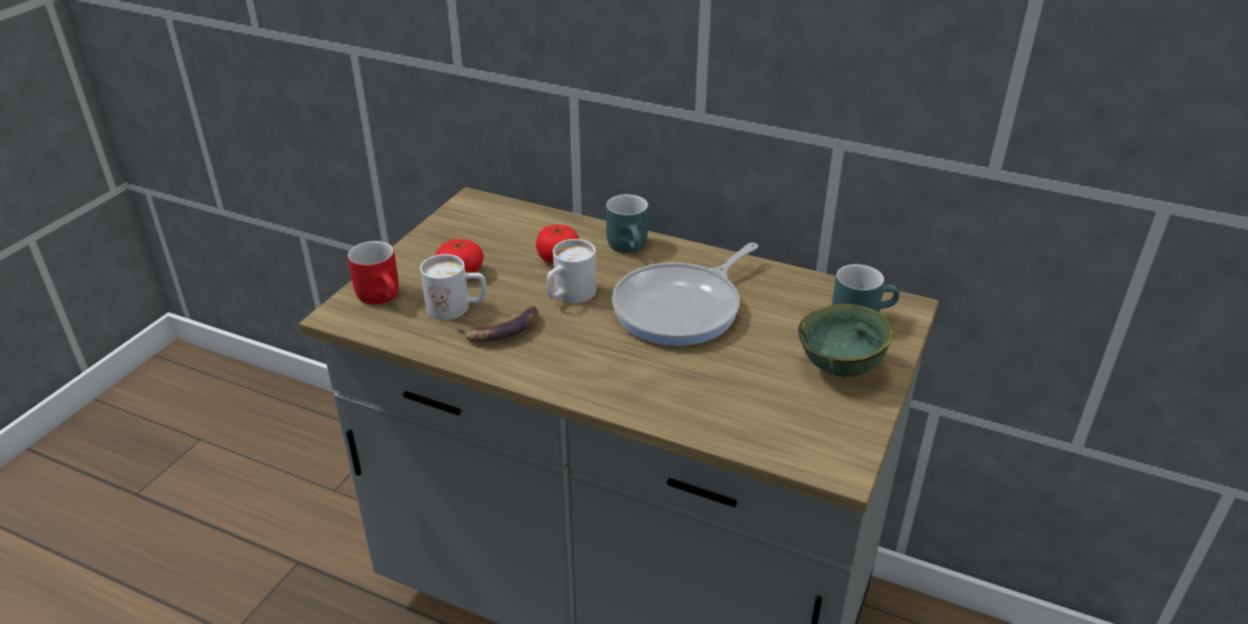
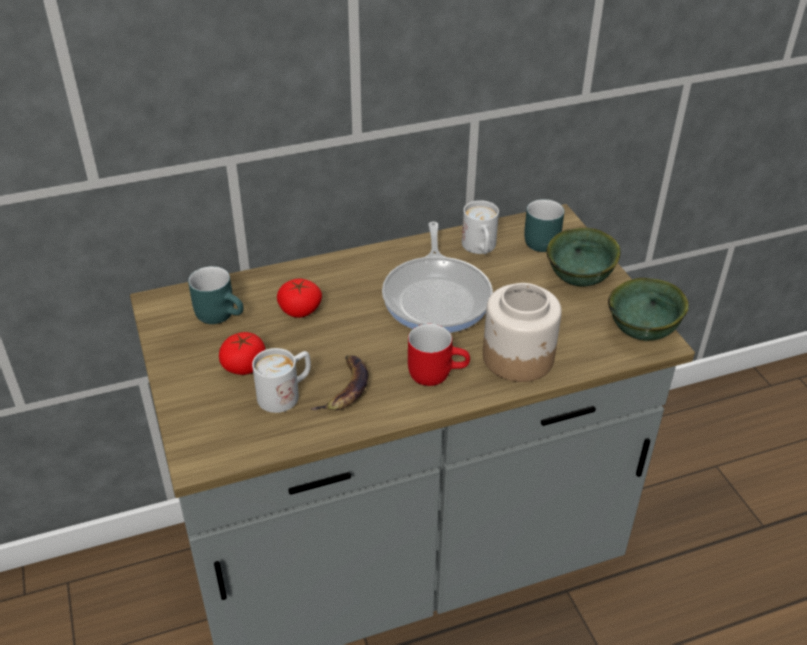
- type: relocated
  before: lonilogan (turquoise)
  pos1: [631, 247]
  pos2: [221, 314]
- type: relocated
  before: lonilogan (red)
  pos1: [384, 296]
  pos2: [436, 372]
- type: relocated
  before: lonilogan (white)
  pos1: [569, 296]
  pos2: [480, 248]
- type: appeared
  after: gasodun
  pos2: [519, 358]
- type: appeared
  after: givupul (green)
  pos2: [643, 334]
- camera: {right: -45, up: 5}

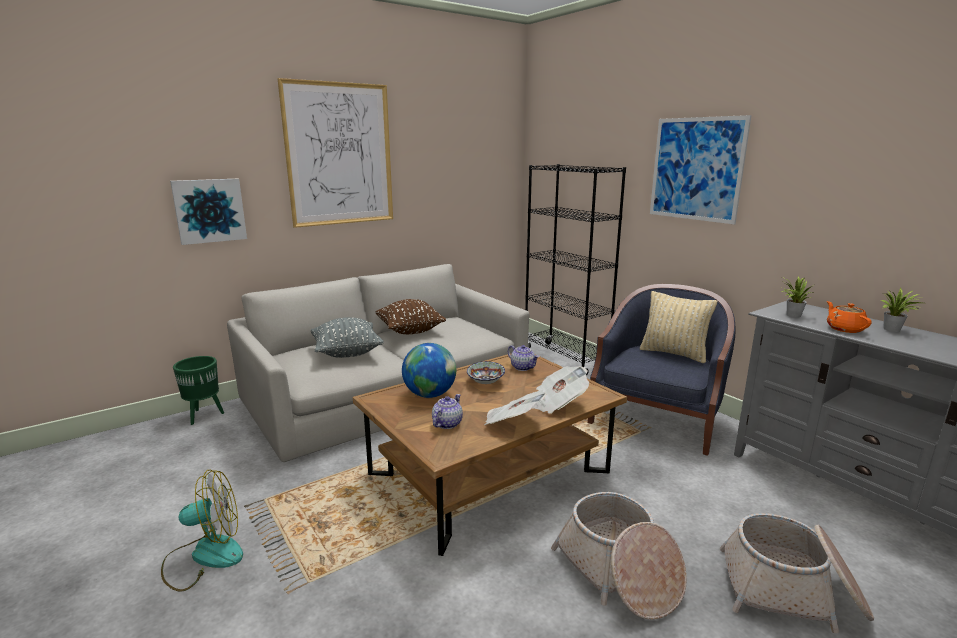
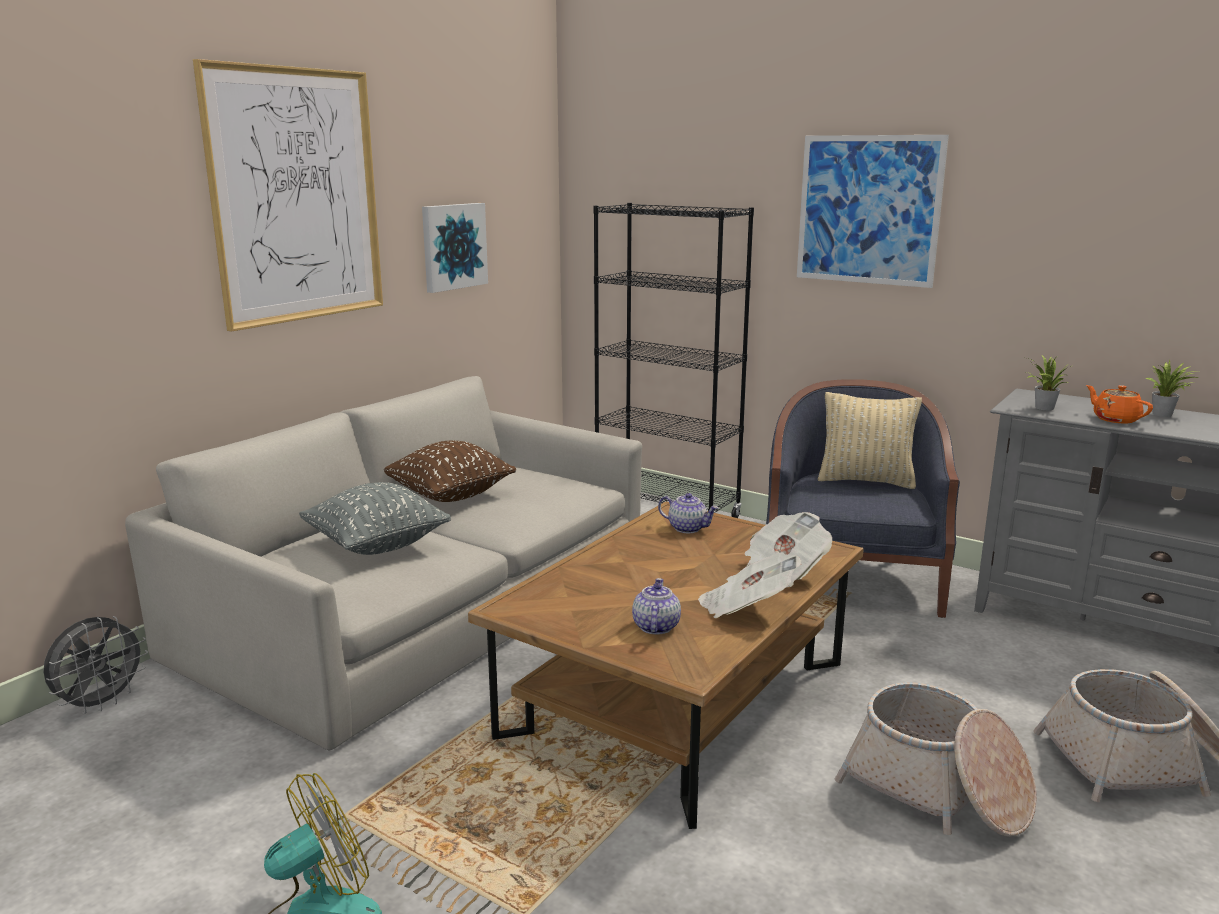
- type: exchanged
  before: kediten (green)
  after: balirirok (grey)
  pos1: [204, 415]
  pos2: [101, 703]
- type: relocated
  before: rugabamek
  pos1: [209, 210]
  pos2: [453, 246]
- type: missing
  before: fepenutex
  pos1: [430, 395]
- type: missing
  before: givupul
  pos1: [486, 382]
- camera: {right: -20, up: 0}

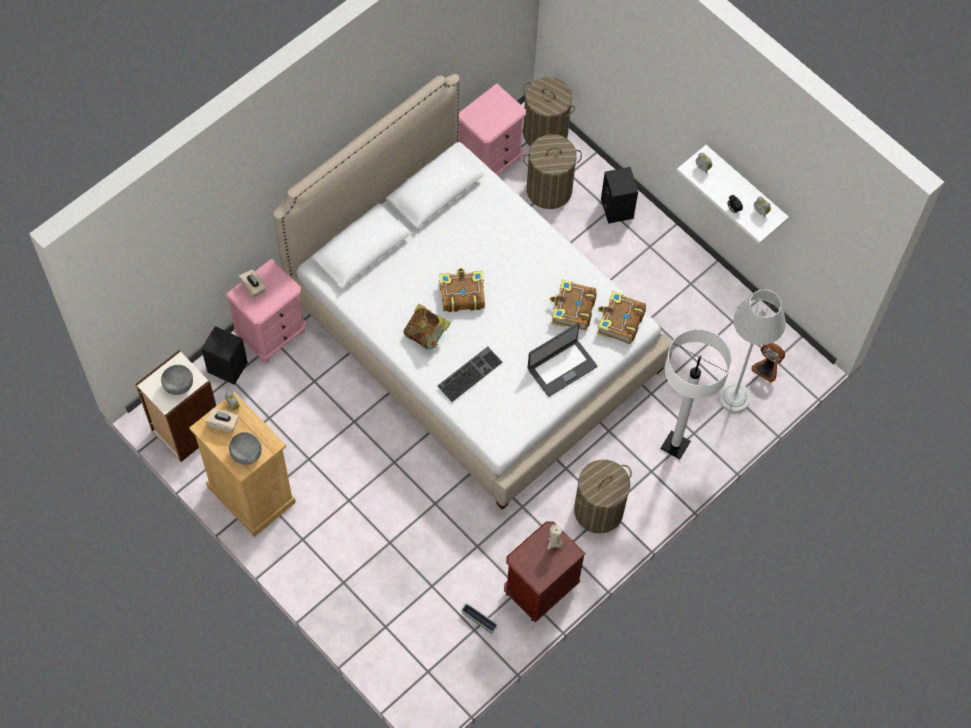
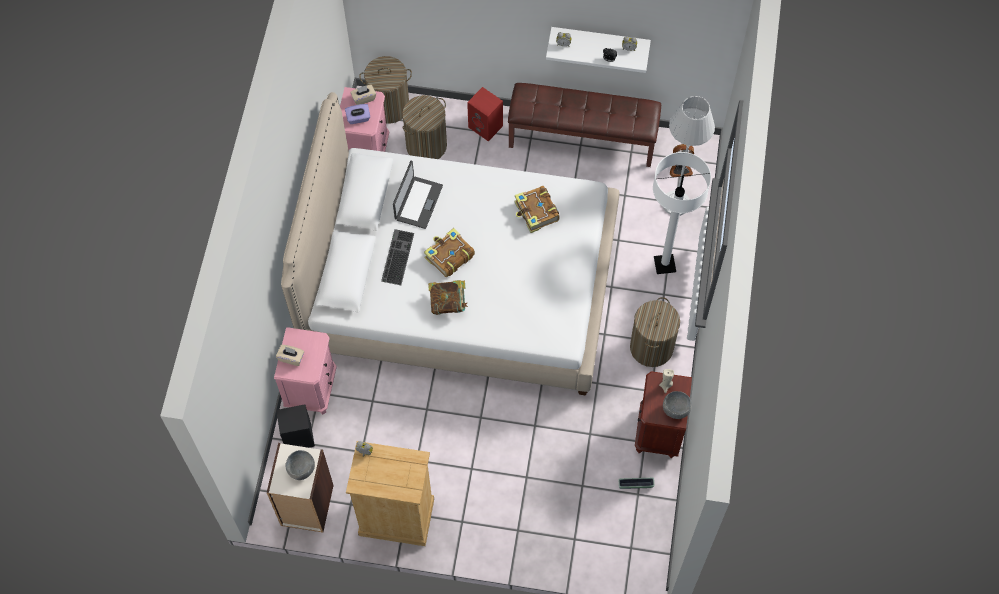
- type: appeared
  after: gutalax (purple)
  pos2: [358, 118]
- type: relocated
  before: gutalax (beige)
  pos1: [224, 423]
  pos2: [364, 98]
- type: relocated
  before: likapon
  pos1: [469, 373]
  pos2: [396, 256]
- type: relocated
  before: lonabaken
  pos1: [561, 367]
  pos2: [418, 202]
- type: colour
  before: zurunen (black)
  after: zurunen (red)
  pos1: [618, 209]
  pos2: [486, 126]
- type: appeared
  after: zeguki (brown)
  pos2: [582, 138]
- type: relocated
  before: givupul (grey)
  pos1: [246, 455]
  pos2: [676, 410]
- type: missing
  before: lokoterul
  pos1: [619, 322]
- camera: {right: -35, up: 0}

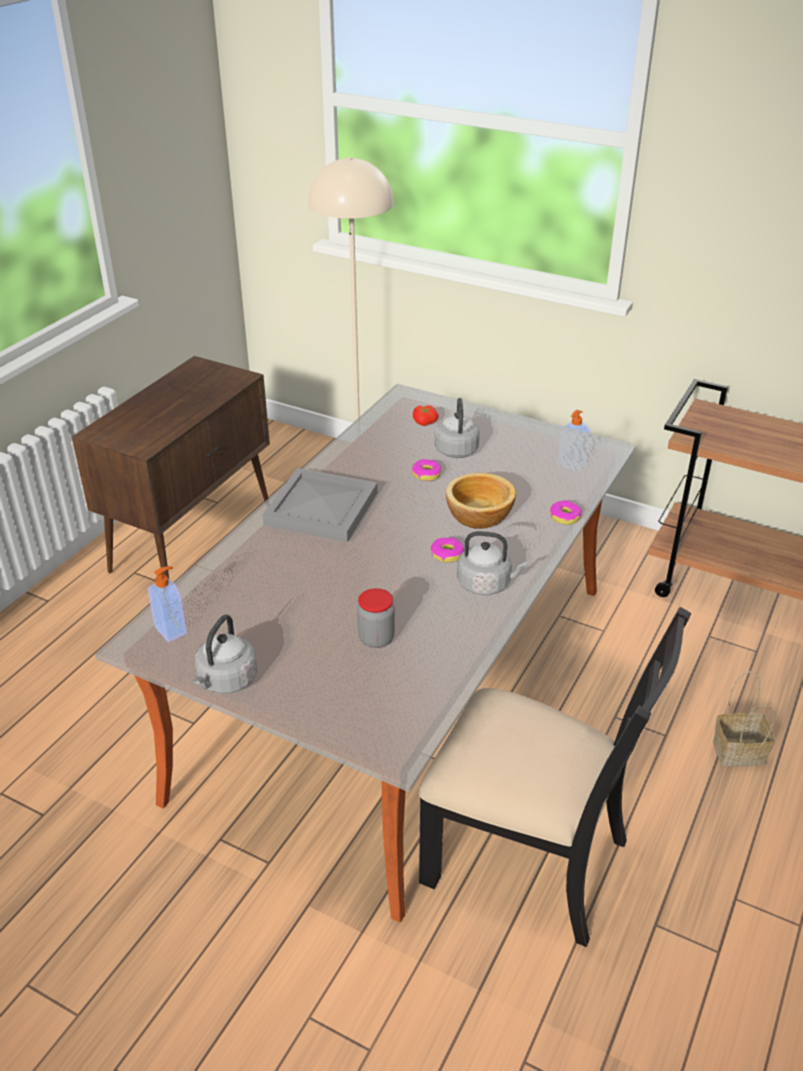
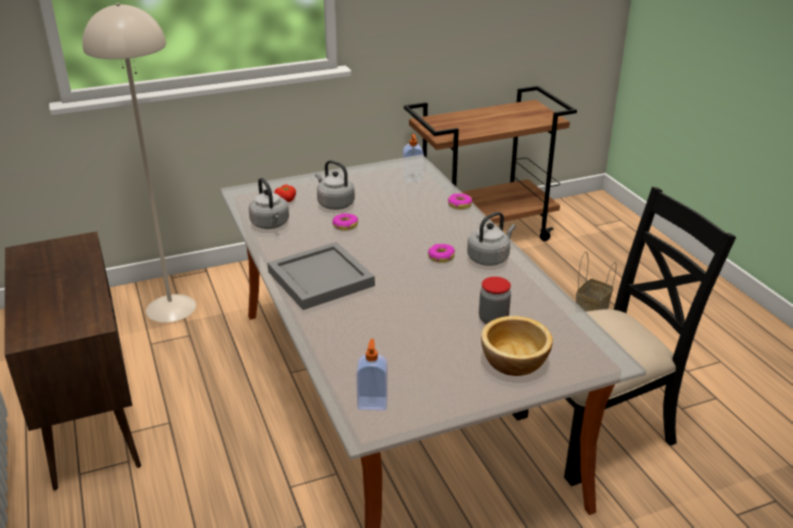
- type: relocated
  before: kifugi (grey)
  pos1: [226, 681]
  pos2: [270, 224]
- type: relocated
  before: givupul
  pos1: [479, 516]
  pos2: [515, 362]
- camera: {right: -50, up: -5}

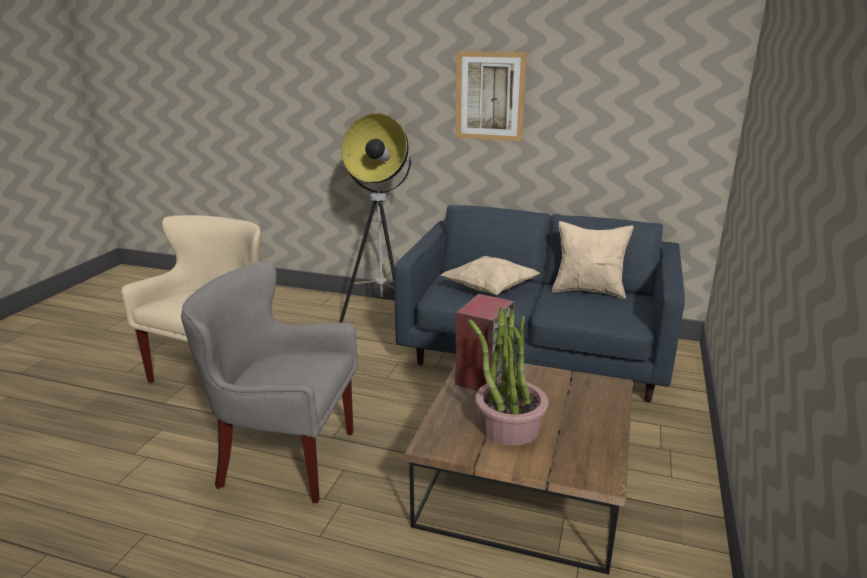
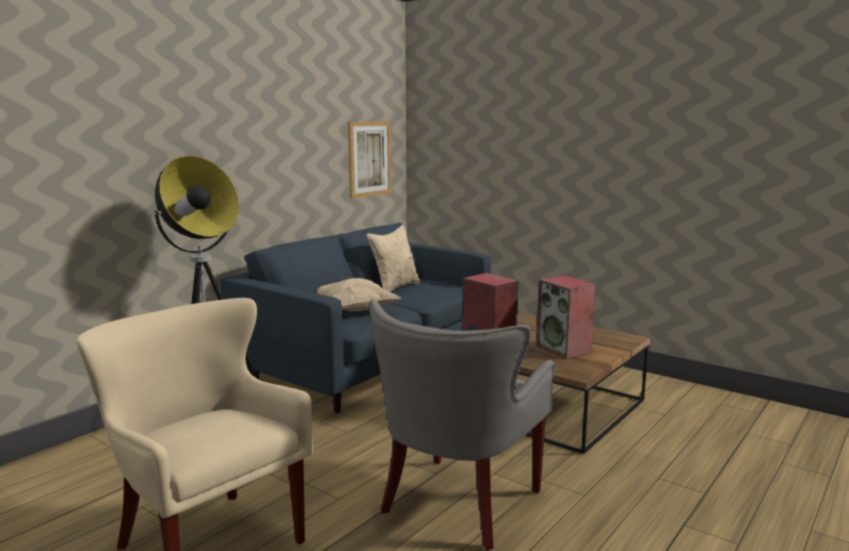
- type: relocated
  before: rugabamek
  pos1: [490, 96]
  pos2: [369, 159]
- type: exchanged
  before: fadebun
  after: zurunen
  pos1: [509, 427]
  pos2: [564, 349]
- camera: {right: -70, up: -10}

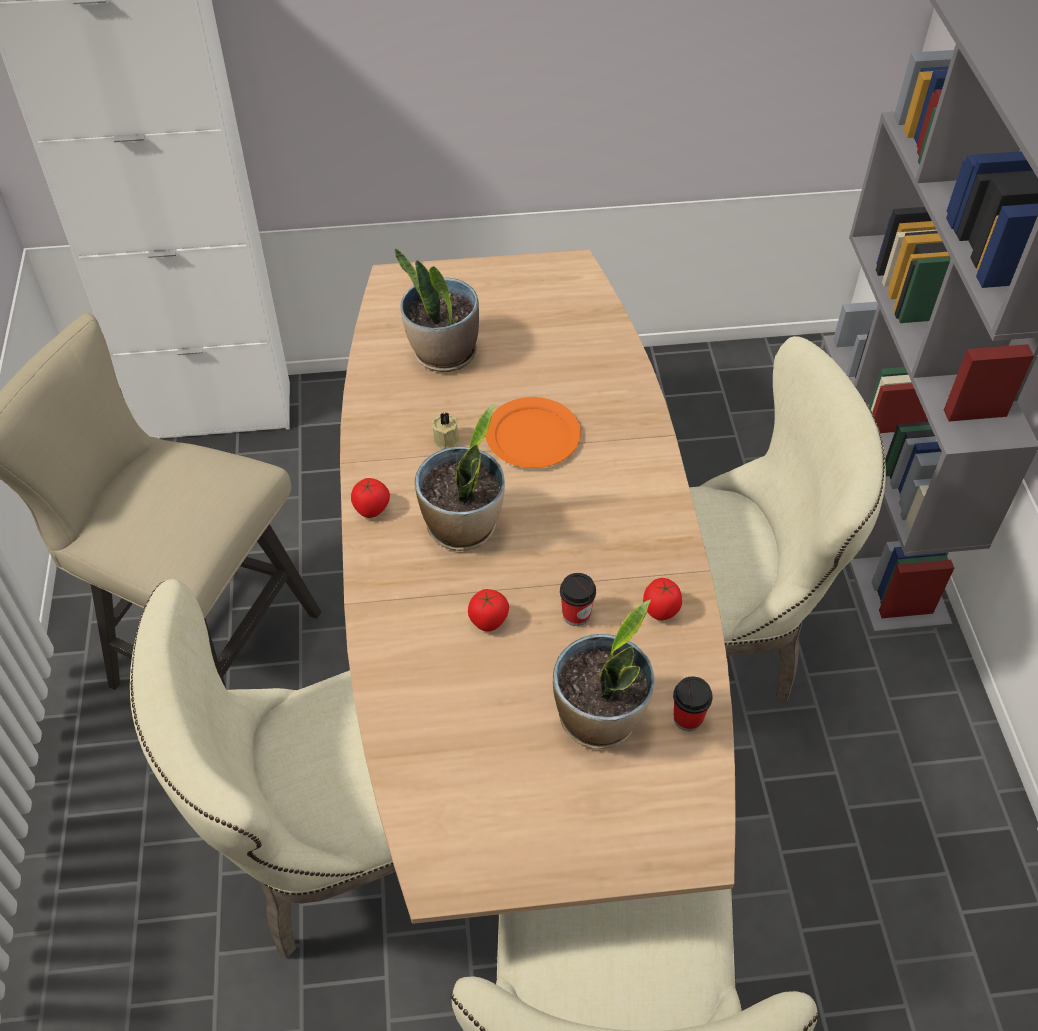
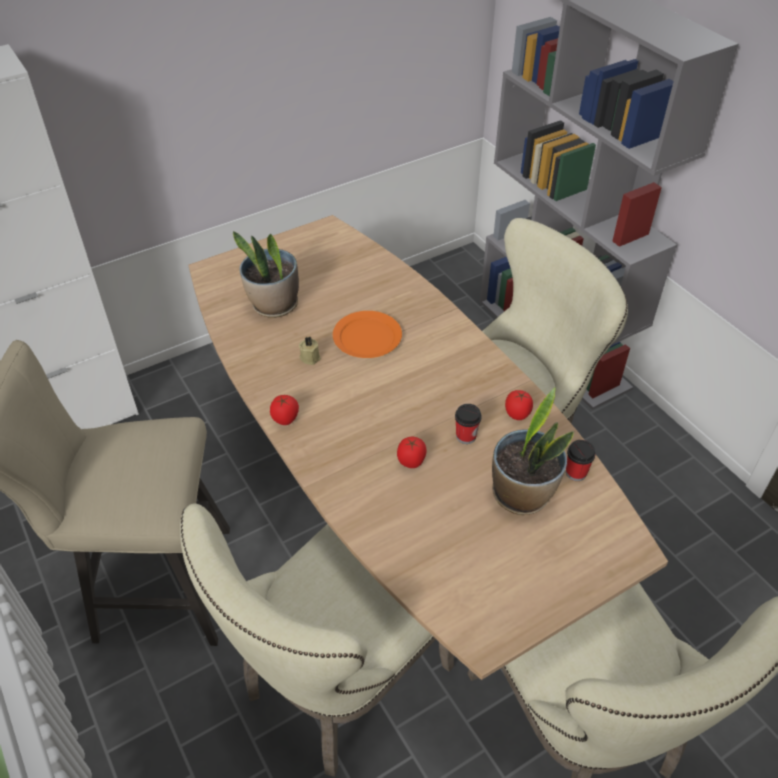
- type: missing
  before: fadebun
  pos1: [463, 527]
- camera: {right: -25, up: -5}

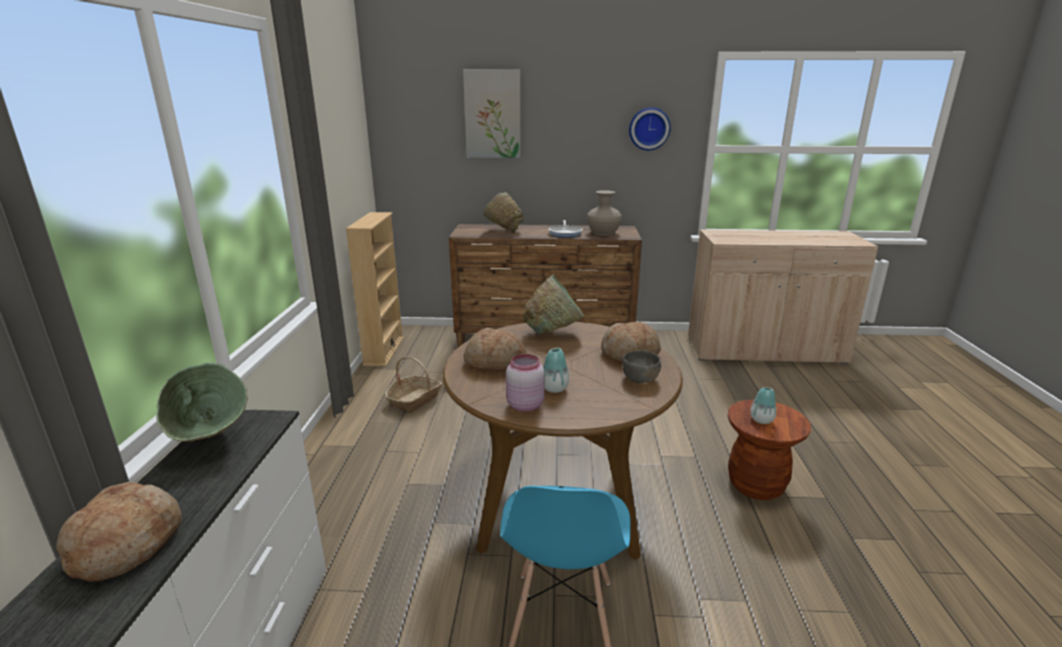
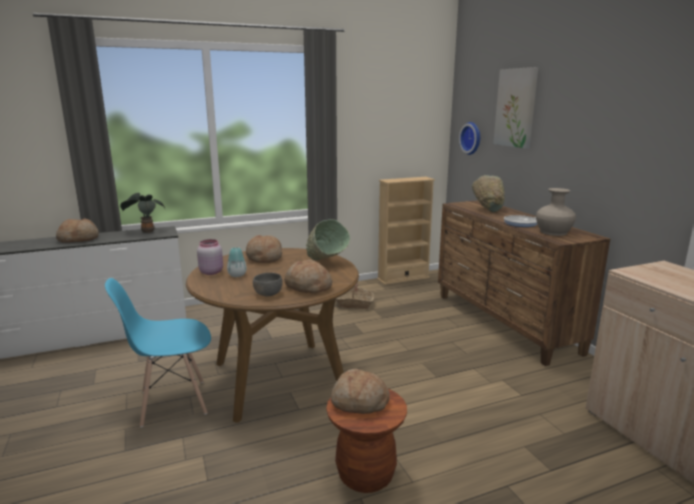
- type: exchanged
  before: givupul (green)
  after: fadebun
  pos1: [213, 442]
  pos2: [146, 231]
- type: exchanged
  before: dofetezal
  after: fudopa
  pos1: [761, 420]
  pos2: [359, 402]
- type: relocated
  before: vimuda
  pos1: [649, 128]
  pos2: [472, 138]
- camera: {right: 65, up: -5}

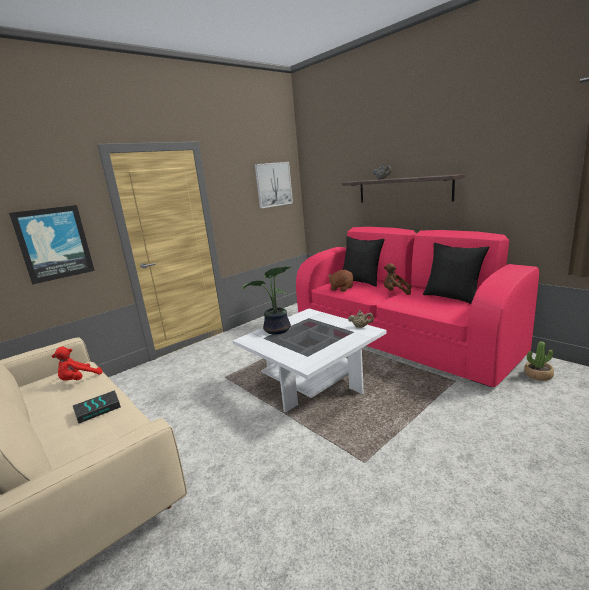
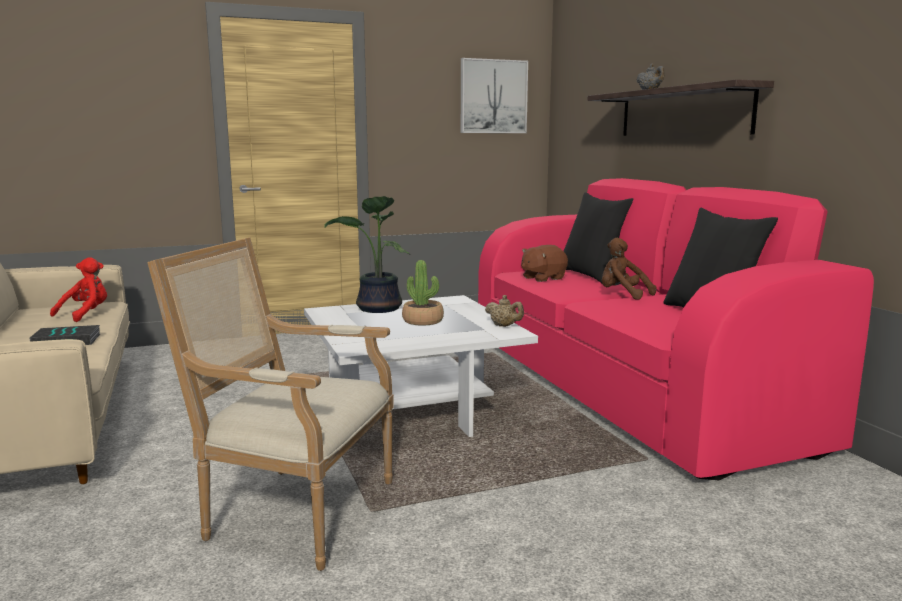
- type: spun
  before: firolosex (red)
  pos1: [79, 380]
  pos2: [86, 314]
  turn: 150
- type: appeared
  after: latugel
  pos2: [292, 511]
- type: relocated
  before: fadebun
  pos1: [538, 375]
  pos2: [423, 321]
- type: missing
  before: rugabamek
  pos1: [54, 243]
- camera: {right: 20, up: -5}

